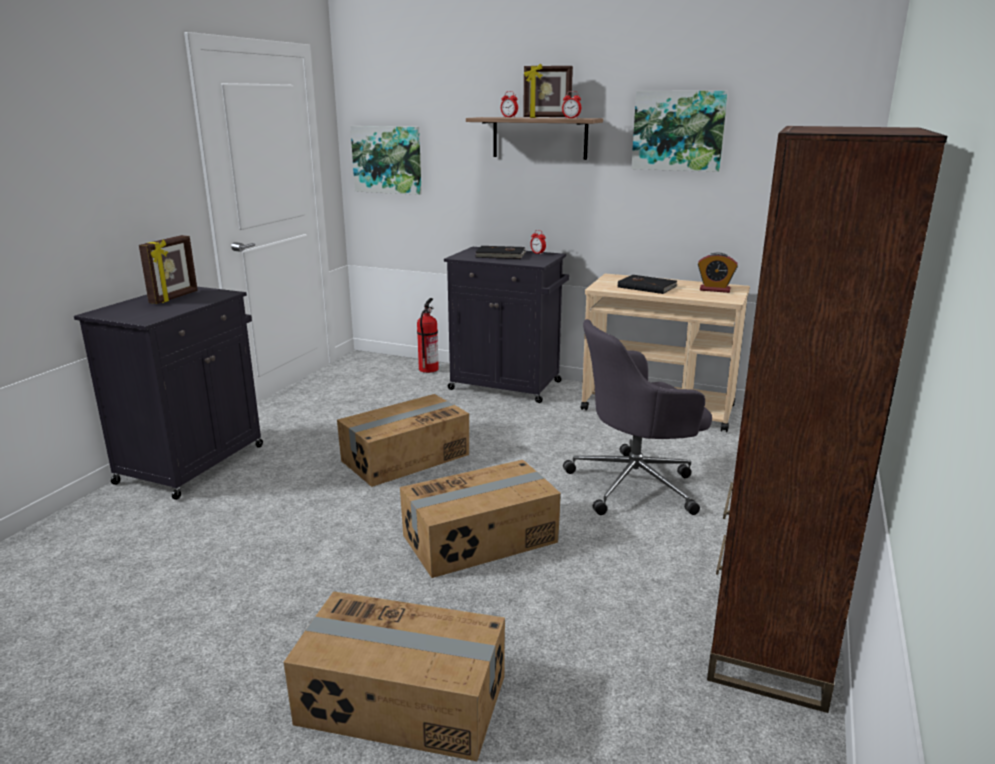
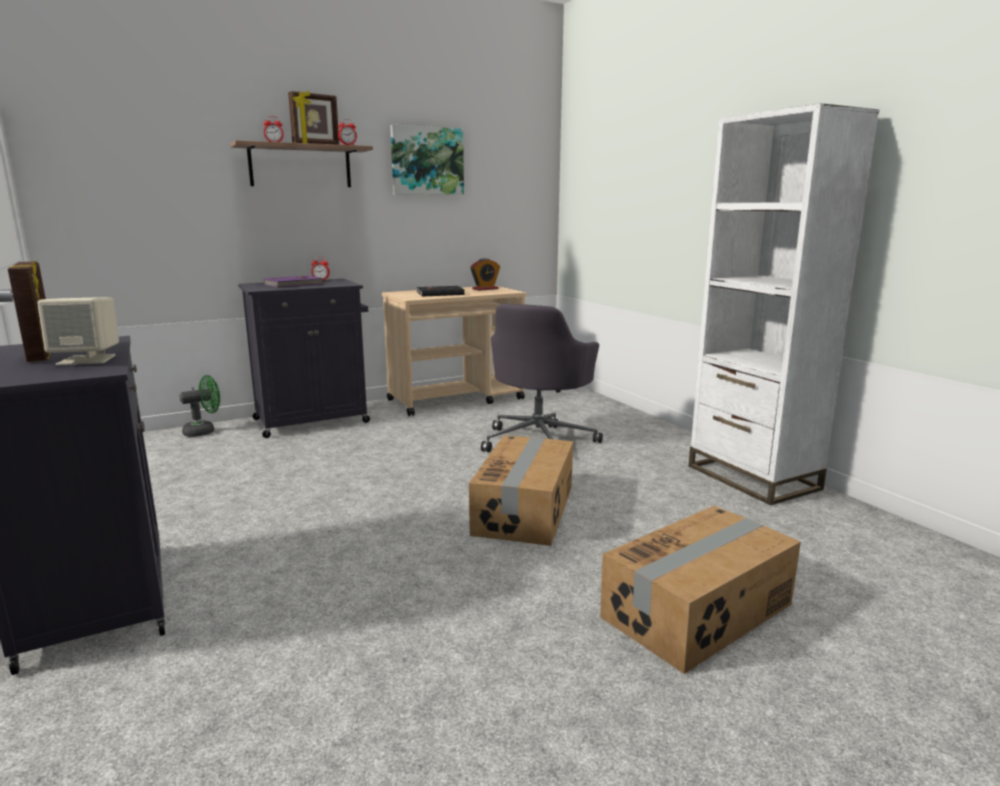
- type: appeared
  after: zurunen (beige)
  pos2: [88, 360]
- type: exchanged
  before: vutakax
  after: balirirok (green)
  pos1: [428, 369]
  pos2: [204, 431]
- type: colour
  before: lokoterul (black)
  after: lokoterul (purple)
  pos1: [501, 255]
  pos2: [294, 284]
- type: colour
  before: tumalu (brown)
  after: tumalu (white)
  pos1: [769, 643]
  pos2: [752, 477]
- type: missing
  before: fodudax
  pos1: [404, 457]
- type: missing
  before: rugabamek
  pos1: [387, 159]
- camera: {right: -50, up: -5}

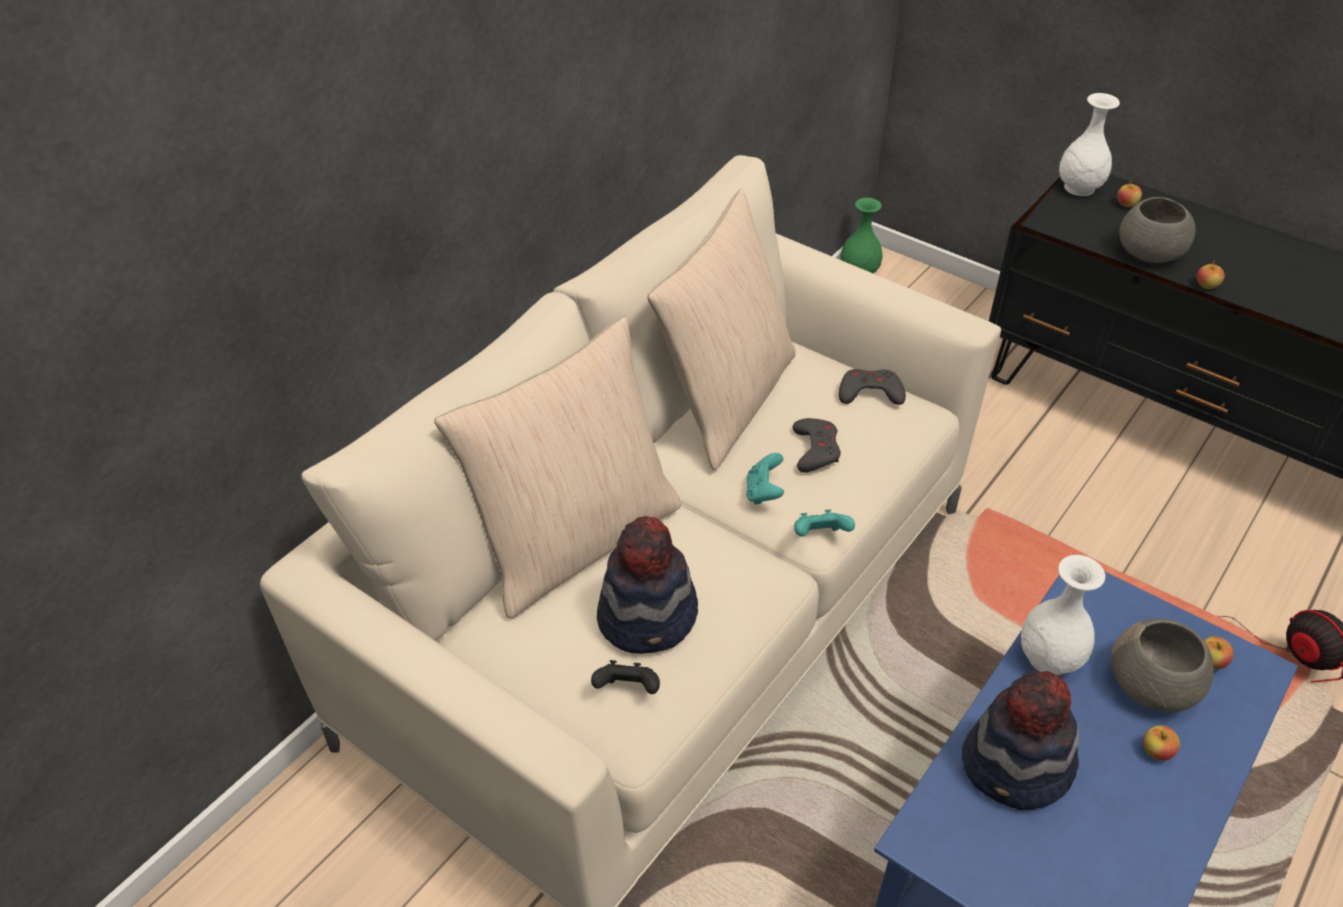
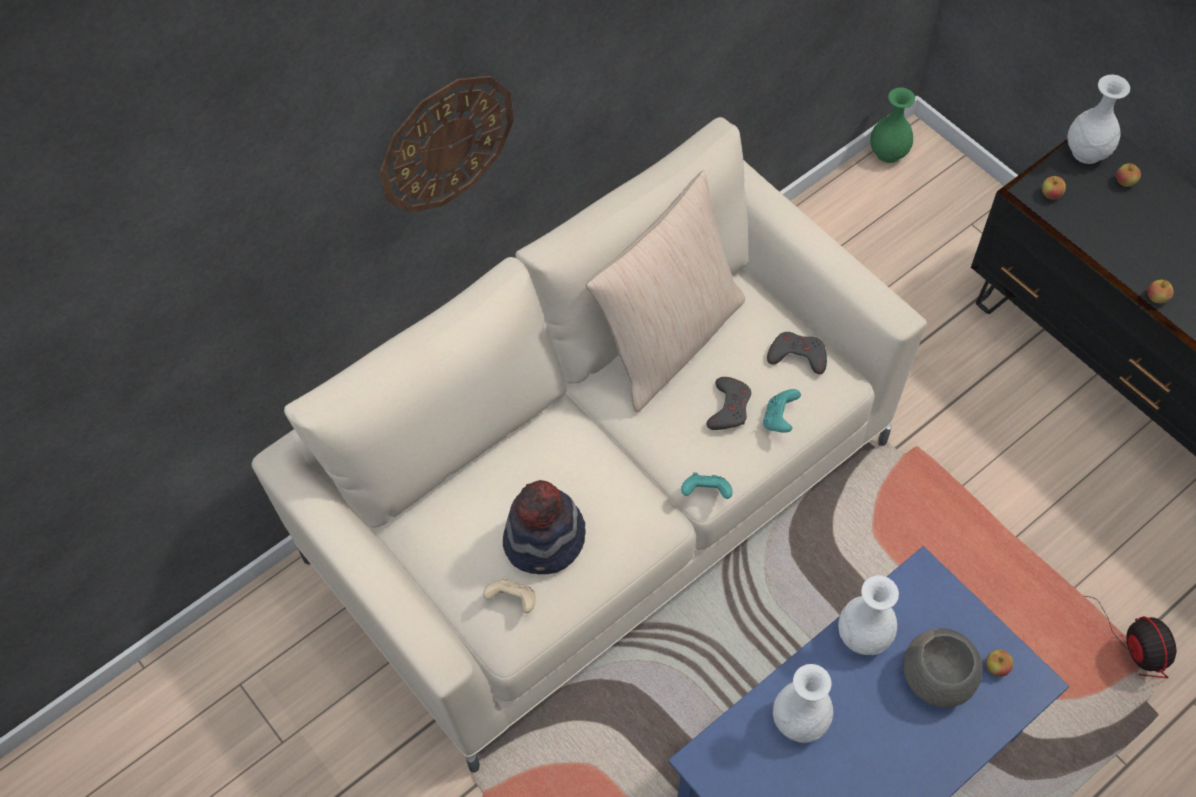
- type: appeared
  after: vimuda
  pos2: [446, 143]
- type: colour
  before: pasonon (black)
  after: pasonon (beige)
  pos1: [627, 690]
  pos2: [513, 600]
- type: relocated
  before: pasonon (turquoise)
  pos1: [763, 492]
  pos2: [779, 419]
- type: exchanged
  before: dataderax
  after: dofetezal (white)
  pos1: [1017, 767]
  pos2: [800, 721]
- type: relocated
  before: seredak
  pos1: [1156, 752]
  pos2: [1051, 194]
- type: missing
  before: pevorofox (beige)
  pos1: [575, 539]
- type: missing
  before: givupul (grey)
  pos1: [1148, 254]
- camera: {right: 15, up: 15}

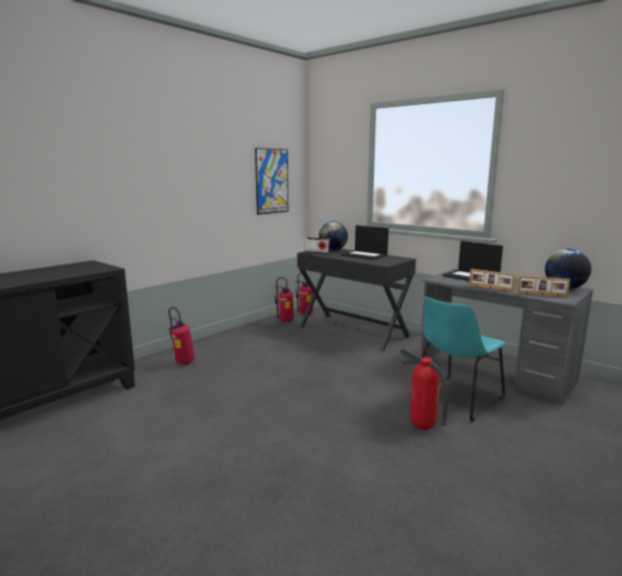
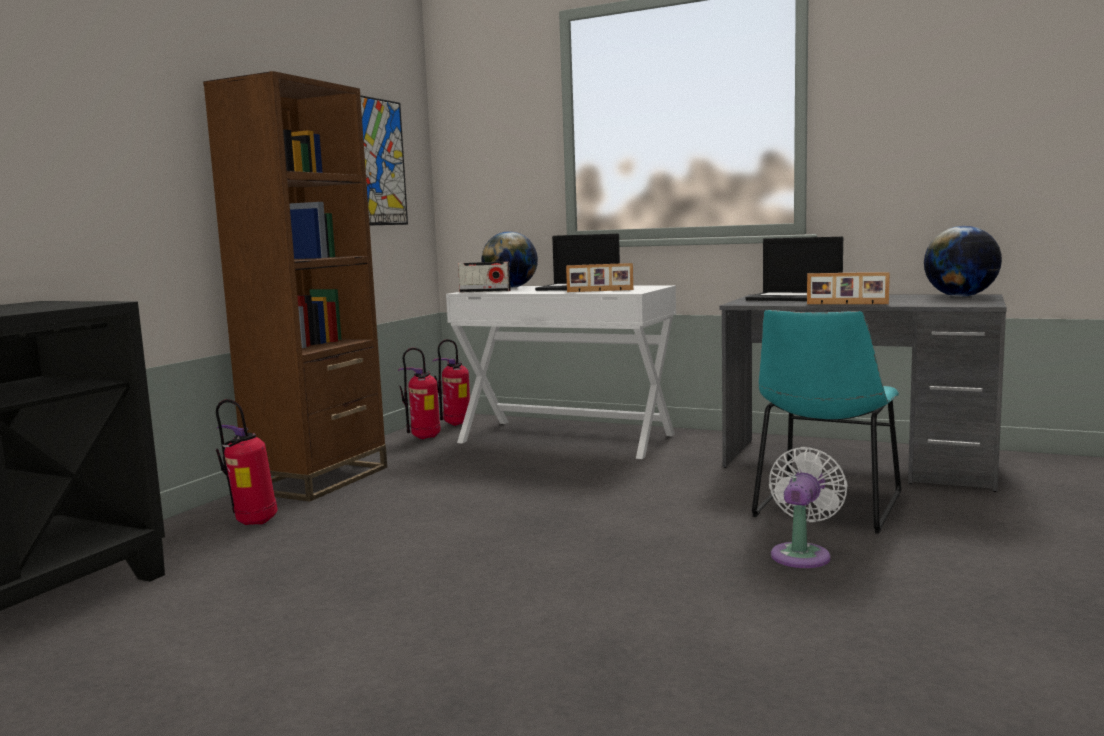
- type: appeared
  after: tumalu (brown)
  pos2: [318, 479]
- type: colour
  before: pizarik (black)
  after: pizarik (white)
  pos1: [353, 331]
  pos2: [566, 438]
- type: relocated
  before: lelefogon
  pos1: [542, 295]
  pos2: [600, 291]
- type: exchanged
  before: vutakax
  after: balirirok (white)
  pos1: [421, 428]
  pos2: [802, 554]
- camera: {right: -15, up: -5}

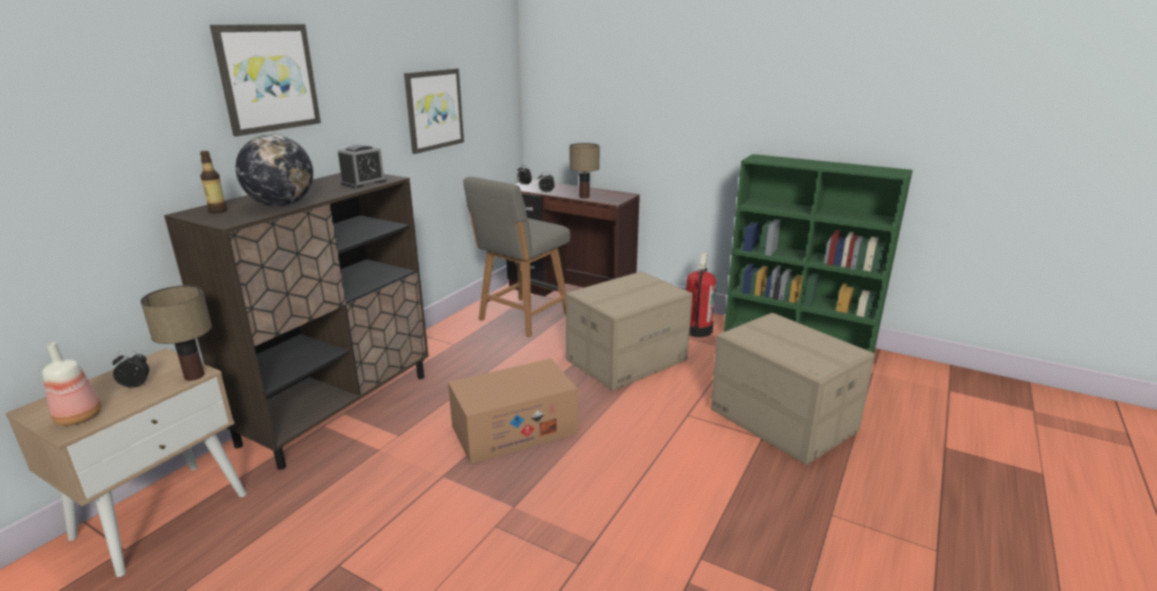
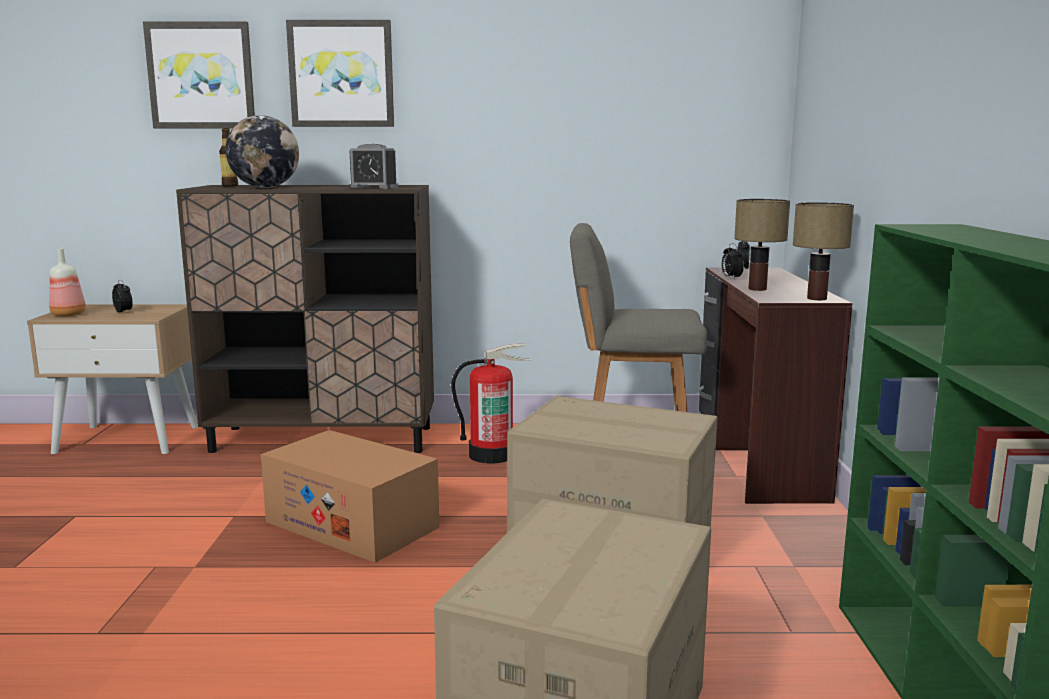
- type: relocated
  before: rugabamek
  pos1: [434, 109]
  pos2: [201, 76]
- type: relocated
  before: vutakax
  pos1: [696, 330]
  pos2: [492, 454]
- type: relocated
  before: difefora
  pos1: [193, 376]
  pos2: [815, 298]
- camera: {right: 60, up: -10}

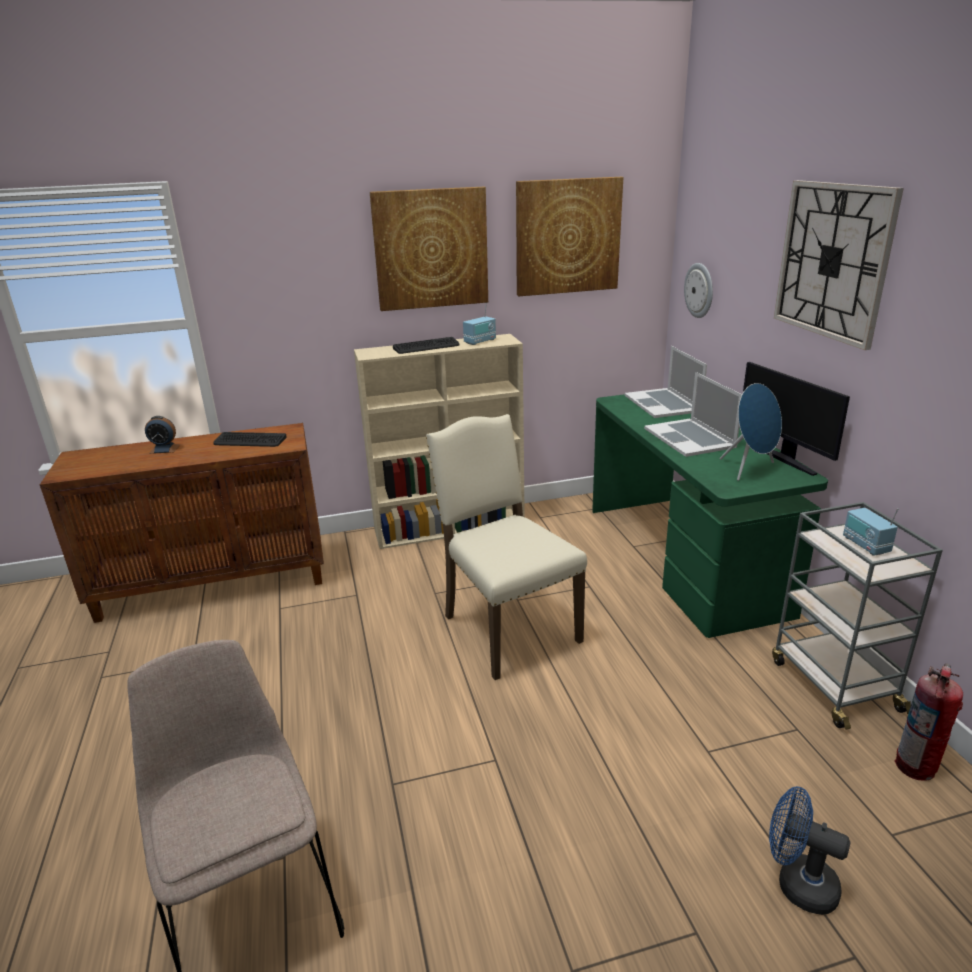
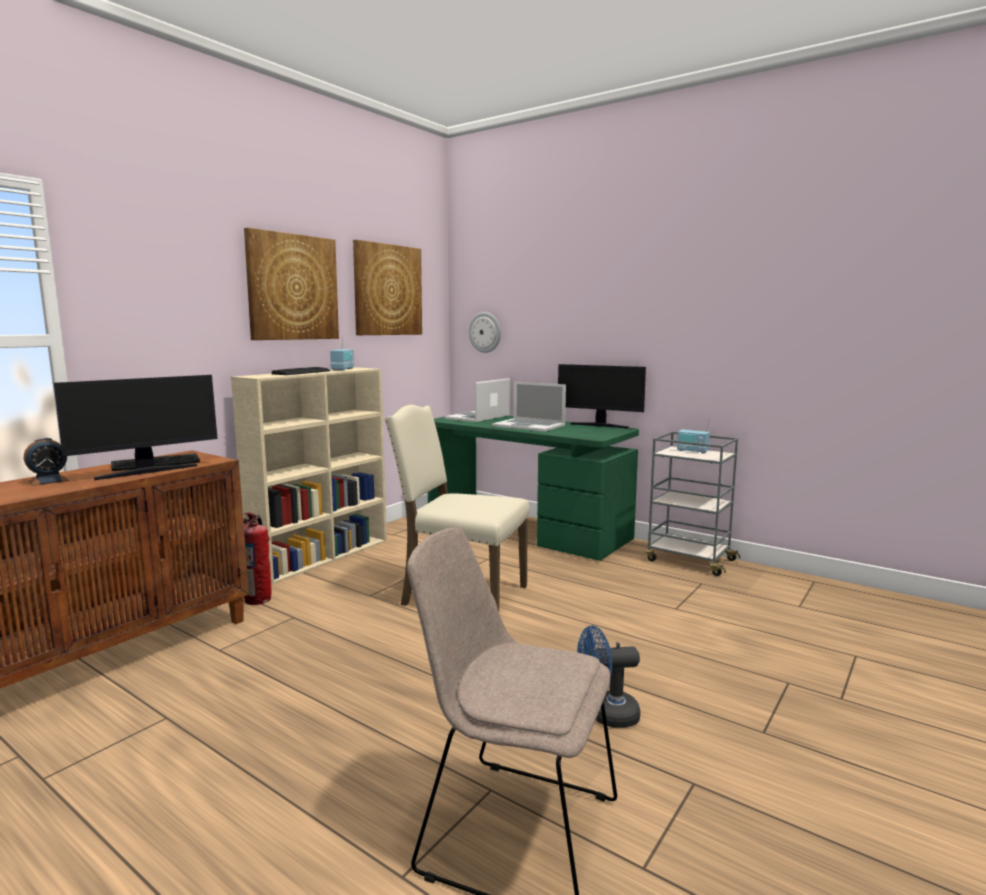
- type: appeared
  after: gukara
  pos2: [146, 471]
- type: relocated
  before: vutakax
  pos1: [916, 766]
  pos2: [259, 599]
- type: spun
  before: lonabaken
  pos1: [662, 403]
  pos2: [478, 417]
  turn: 90
- type: relocated
  before: balirirok (blue)
  pos1: [797, 883]
  pos2: [606, 715]
- type: missing
  before: zurunen (blue)
  pos1: [749, 469]
- type: missing
  before: vimuda
  pos1: [833, 261]
- camera: {right: -40, up: -15}

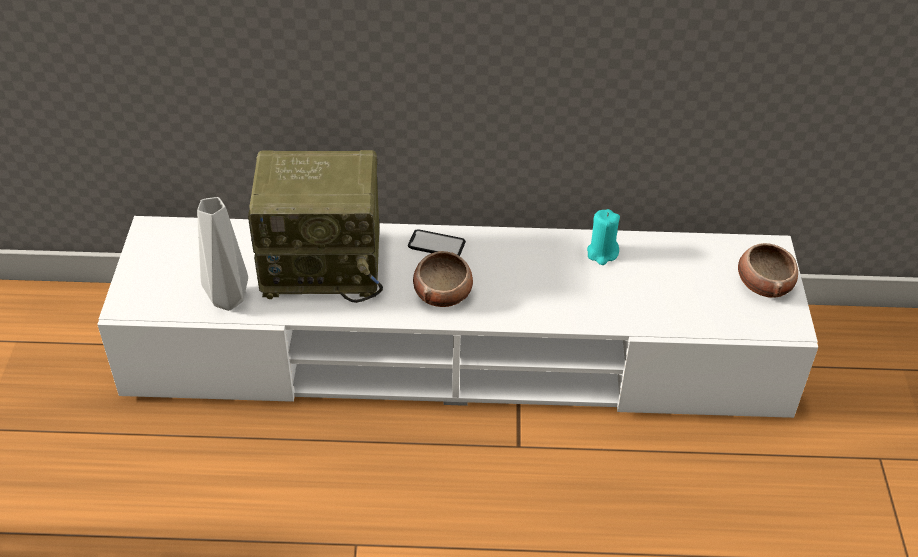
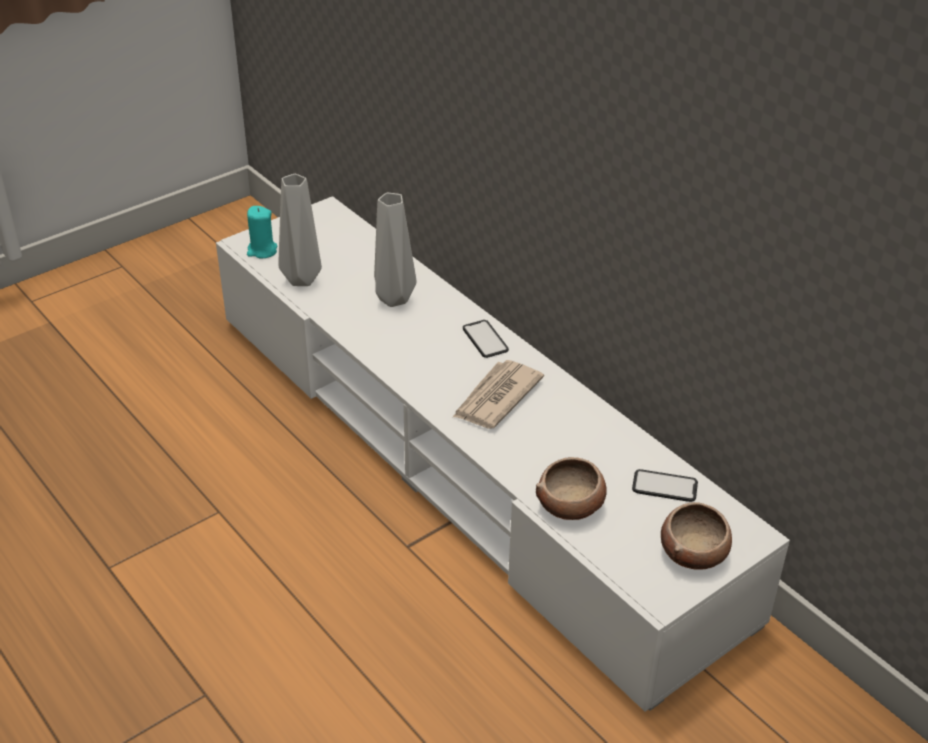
- type: relocated
  before: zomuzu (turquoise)
  pos1: [602, 253]
  pos2: [262, 251]
- type: exchanged
  before: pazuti
  after: dofetezal (grey)
  pos1: [324, 264]
  pos2: [392, 300]
- type: appeared
  after: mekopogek
  pos2: [496, 398]
- type: relocated
  before: givupul
  pos1: [443, 293]
  pos2: [571, 505]
- type: appeared
  after: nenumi
  pos2: [664, 486]
- camera: {right: 50, up: -5}

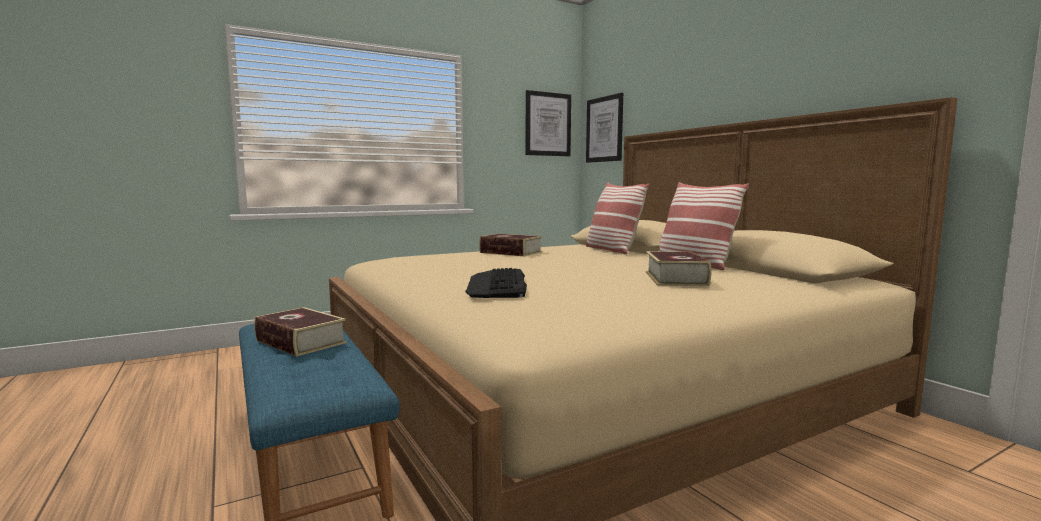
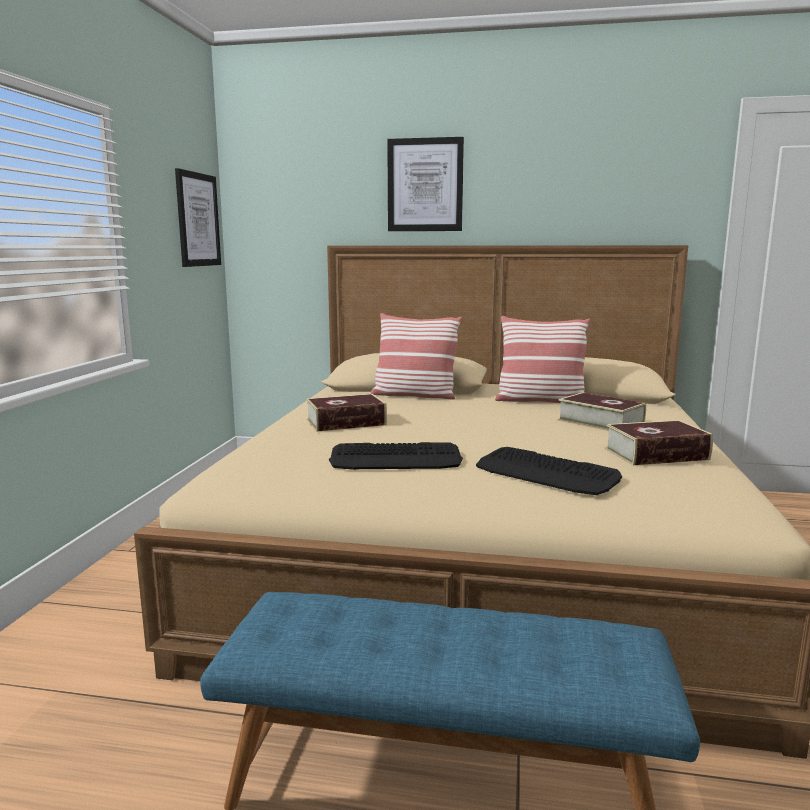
- type: appeared
  after: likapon
  pos2: [396, 459]
- type: relocated
  before: rugabamek
  pos1: [604, 129]
  pos2: [425, 185]
- type: relocated
  before: lokoterul
  pos1: [300, 341]
  pos2: [656, 454]
- camera: {right: -50, up: 5}

